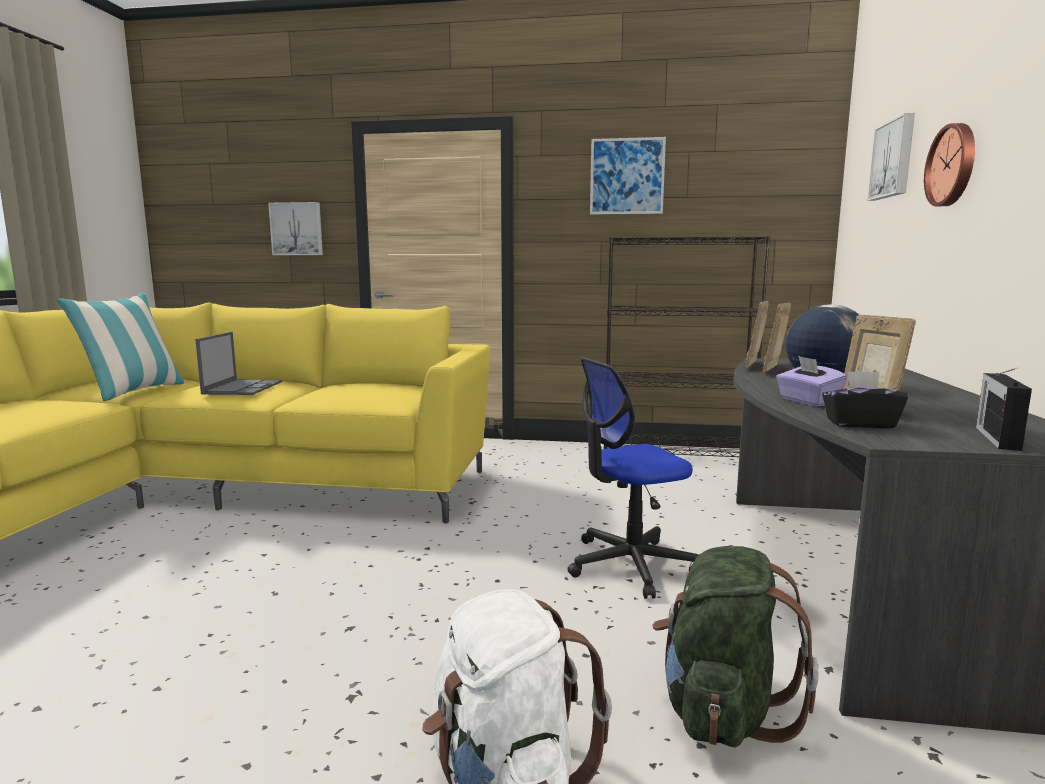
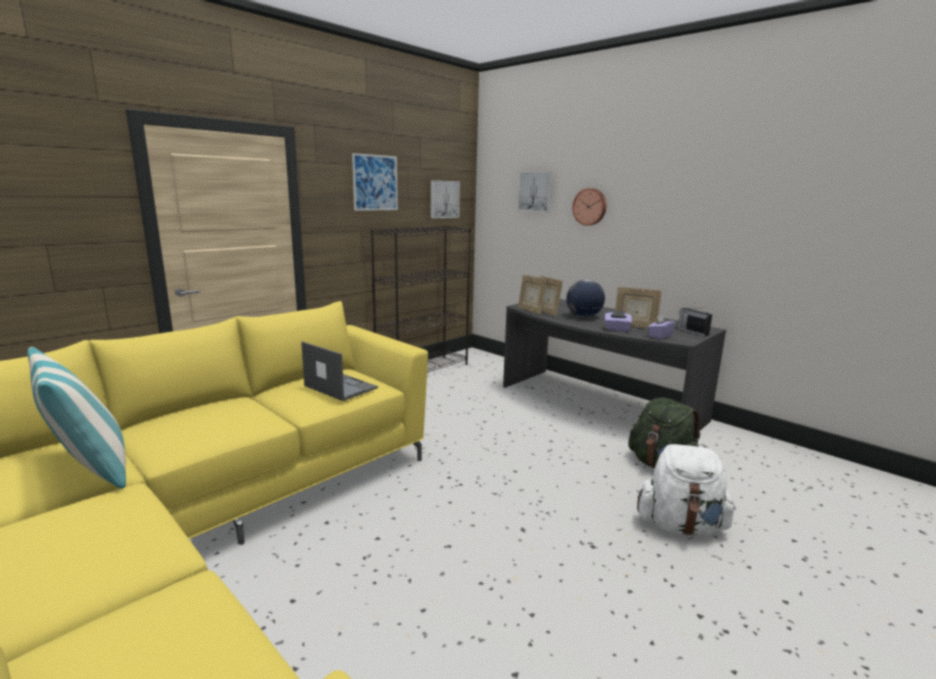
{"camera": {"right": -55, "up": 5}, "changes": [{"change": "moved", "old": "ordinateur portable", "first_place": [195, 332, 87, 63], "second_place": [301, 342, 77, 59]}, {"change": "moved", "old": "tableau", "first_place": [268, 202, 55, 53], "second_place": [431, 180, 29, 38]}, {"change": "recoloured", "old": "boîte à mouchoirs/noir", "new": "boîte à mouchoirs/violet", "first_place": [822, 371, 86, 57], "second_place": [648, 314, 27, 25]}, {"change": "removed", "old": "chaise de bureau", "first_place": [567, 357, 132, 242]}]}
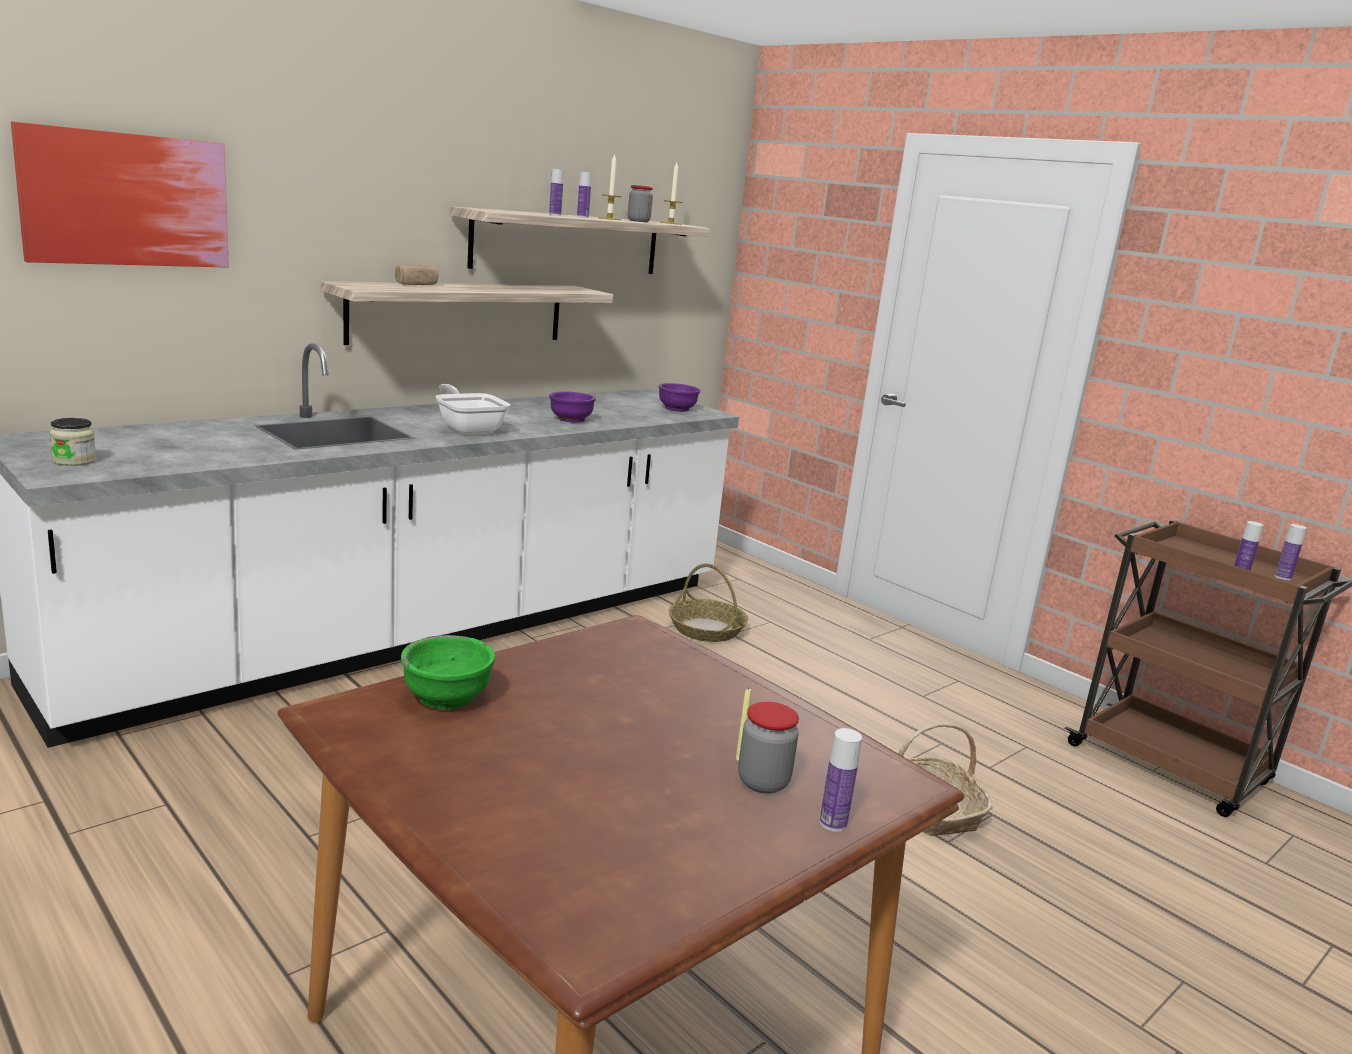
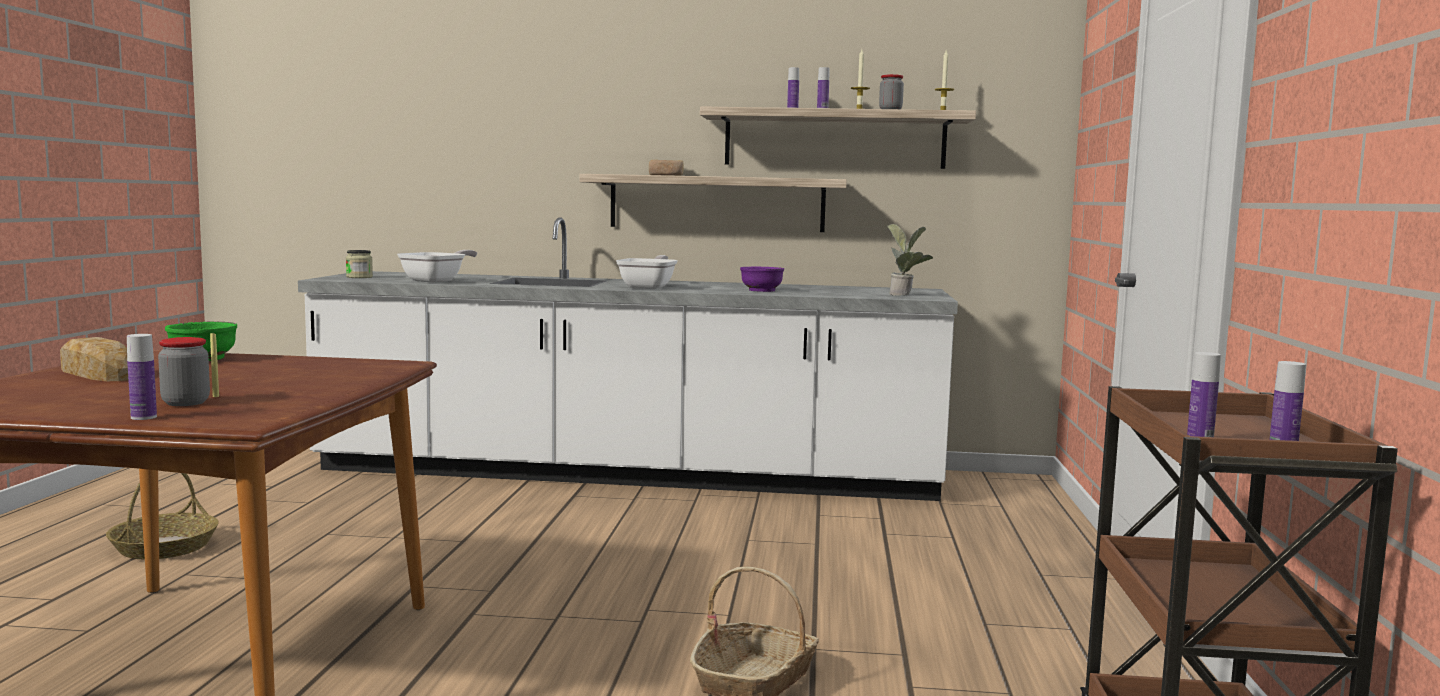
{"camera": {"right": 50, "up": -10}, "changes": [{"change": "added", "new": "pain", "second_place": [60, 337, 68, 44]}, {"change": "moved", "old": "panier", "first_place": [669, 564, 79, 78], "second_place": [106, 473, 113, 86]}, {"change": "added", "new": "poêle", "second_place": [397, 250, 80, 33]}, {"change": "replaced", "old": "bol/violet", "new": "plante en pot", "first_place": [659, 383, 41, 29], "second_place": [887, 224, 46, 72]}, {"change": "removed", "old": "tableau", "first_place": [11, 121, 218, 147]}]}
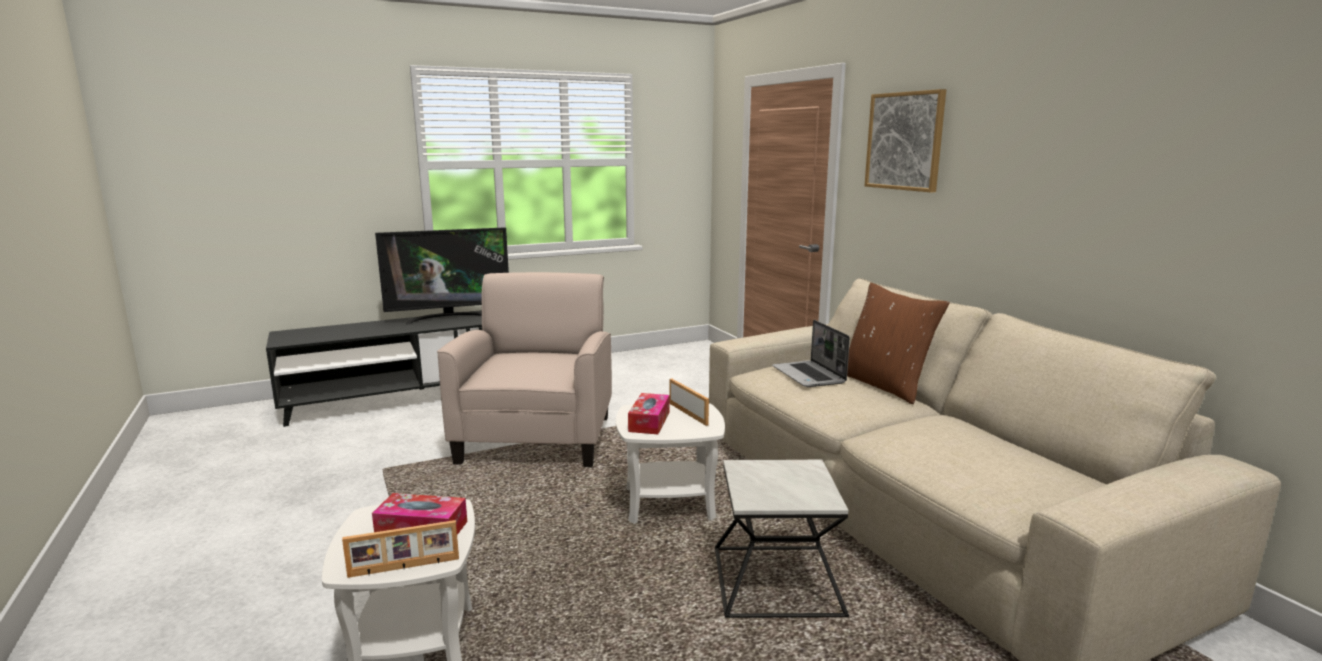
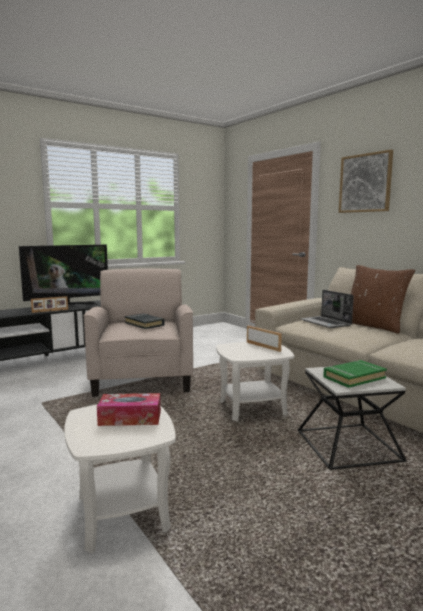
{"camera": {"right": -10, "up": -5}, "changes": [{"change": "moved", "old": "cadre photo", "first_place": [342, 520, 117, 58], "second_place": [31, 296, 37, 17]}, {"change": "added", "new": "livre/noir", "second_place": [125, 313, 40, 16]}, {"change": "added", "new": "livre/vert", "second_place": [323, 360, 64, 28]}, {"change": "removed", "old": "boîte à mouchoirs", "first_place": [628, 393, 42, 41]}]}
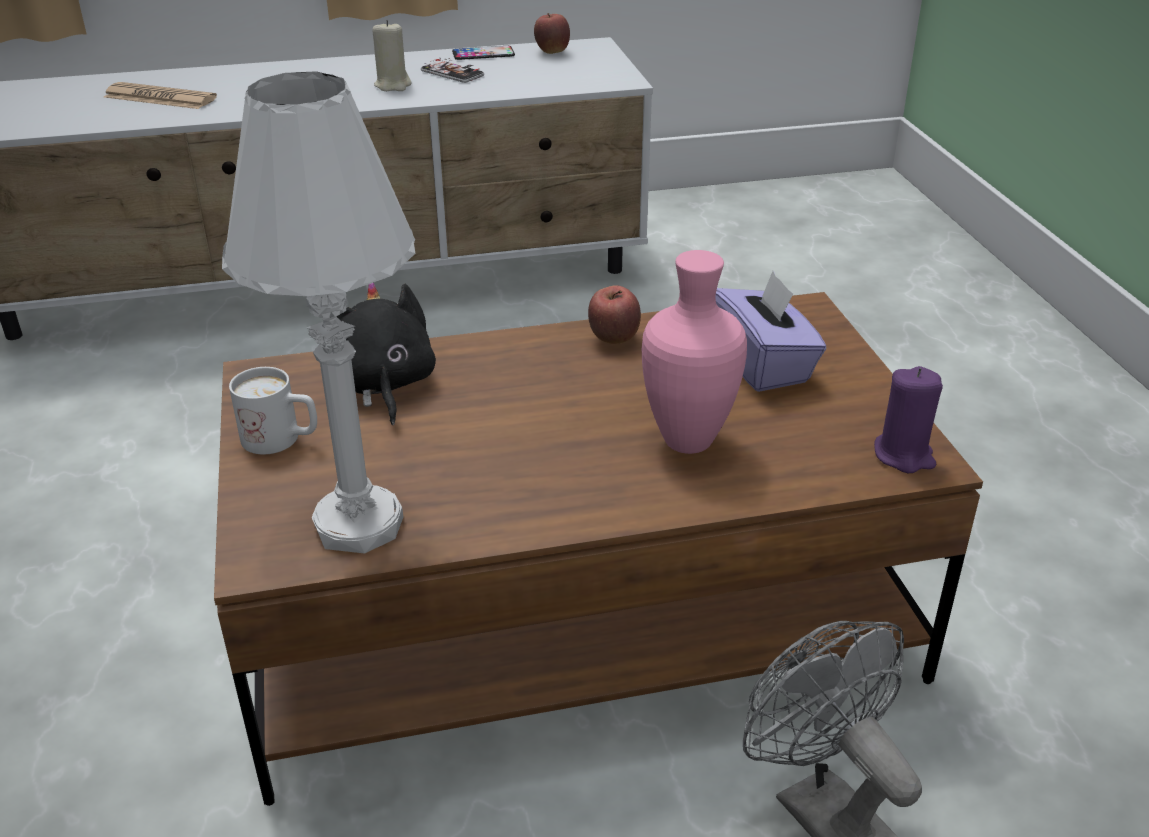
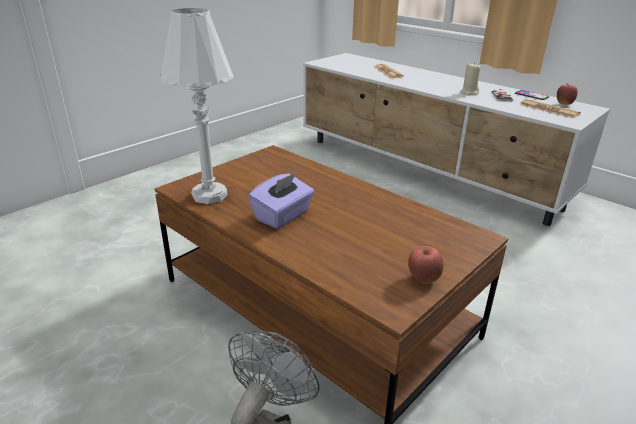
{"camera": {"right": 55, "up": -5}, "changes": [{"change": "moved", "old": "boîte à mouchoirs/violet", "first_place": [715, 271, 111, 121], "second_place": [248, 172, 66, 57]}, {"change": "moved", "old": "pomme", "first_place": [588, 285, 53, 59], "second_place": [408, 246, 35, 38]}, {"change": "added", "new": "journal", "second_place": [520, 99, 61, 19]}, {"change": "removed", "old": "mug/blanc", "first_place": [229, 367, 88, 88]}, {"change": "removed", "old": "peluche/noir", "first_place": [337, 283, 99, 142]}, {"change": "removed", "old": "vase/rose", "first_place": [642, 250, 105, 204]}, {"change": "removed", "old": "bougie/violet", "first_place": [874, 366, 69, 107]}]}
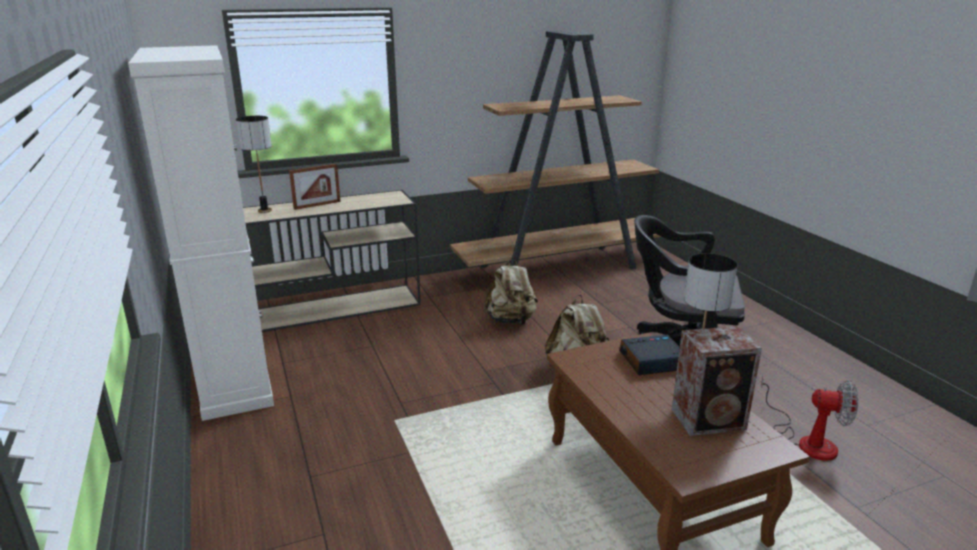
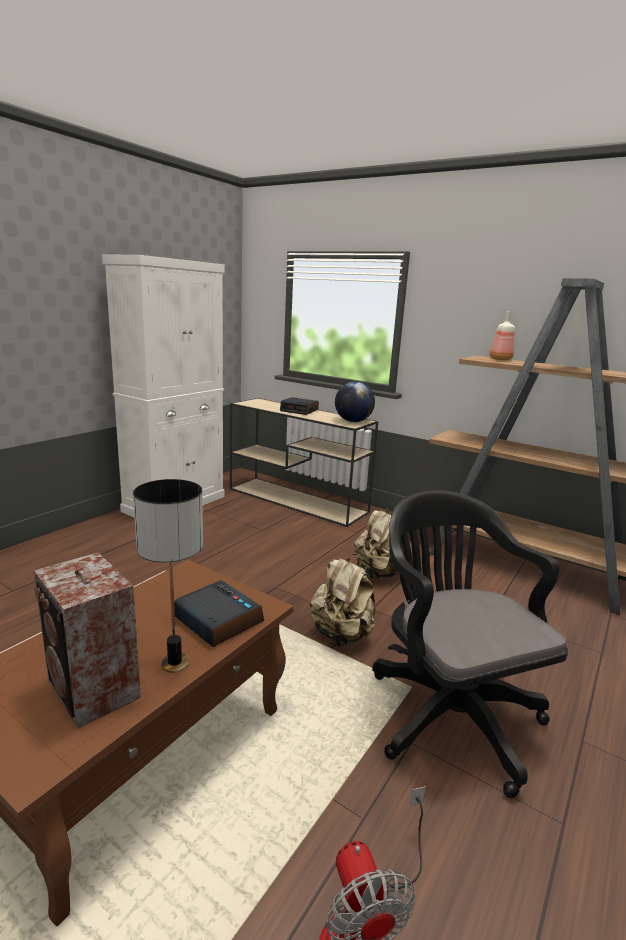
{"camera": {"right": 55, "up": -5}, "changes": [{"change": "replaced", "old": "cadre photo", "new": "réveil", "first_place": [289, 164, 52, 46], "second_place": [280, 397, 39, 18]}, {"change": "added", "new": "globe", "second_place": [335, 382, 40, 40]}, {"change": "added", "new": "bouteille", "second_place": [490, 311, 25, 49]}, {"change": "removed", "old": "lampe de table", "first_place": [236, 116, 36, 97]}]}
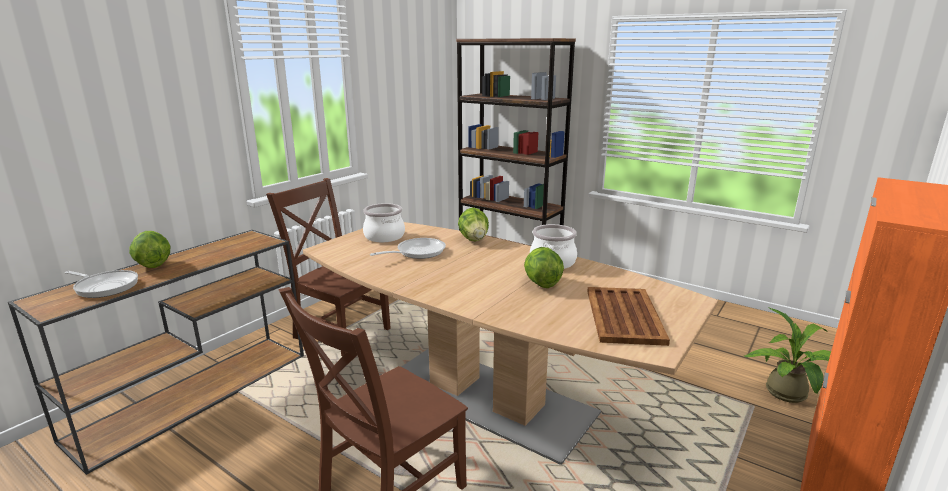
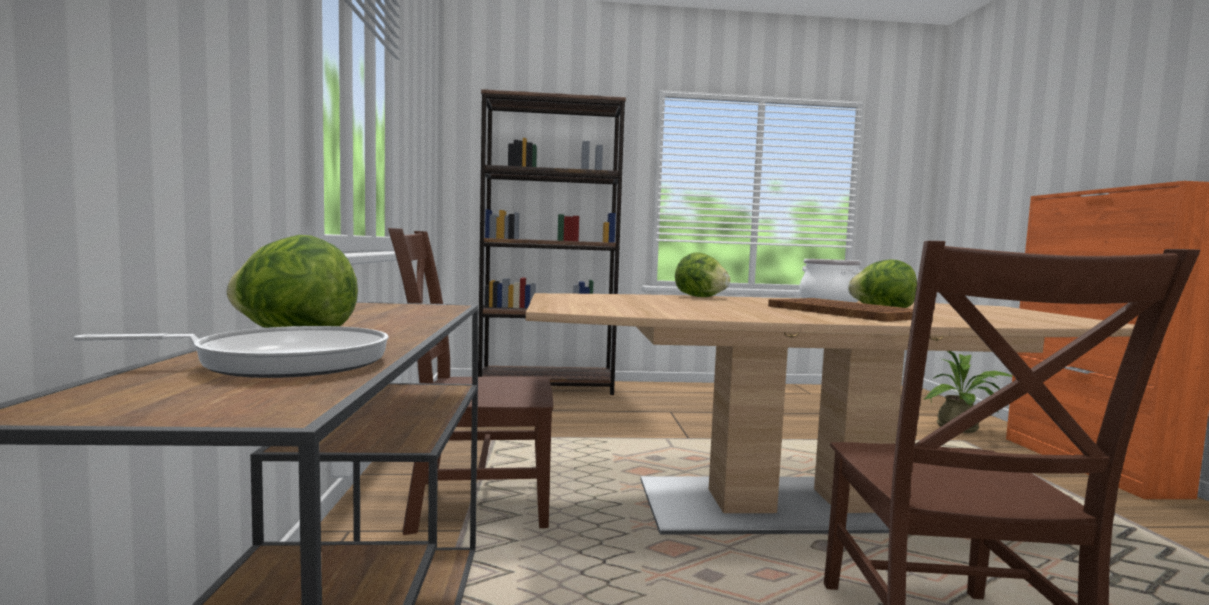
{"camera": {"right": -40, "up": -15}, "changes": [{"change": "moved", "old": "plateau/marron", "first_place": [587, 287, 83, 59], "second_place": [768, 298, 145, 24]}, {"change": "removed", "old": "marmite", "first_place": [363, 203, 42, 39]}, {"change": "removed", "old": "poêle", "first_place": [370, 238, 76, 21]}]}
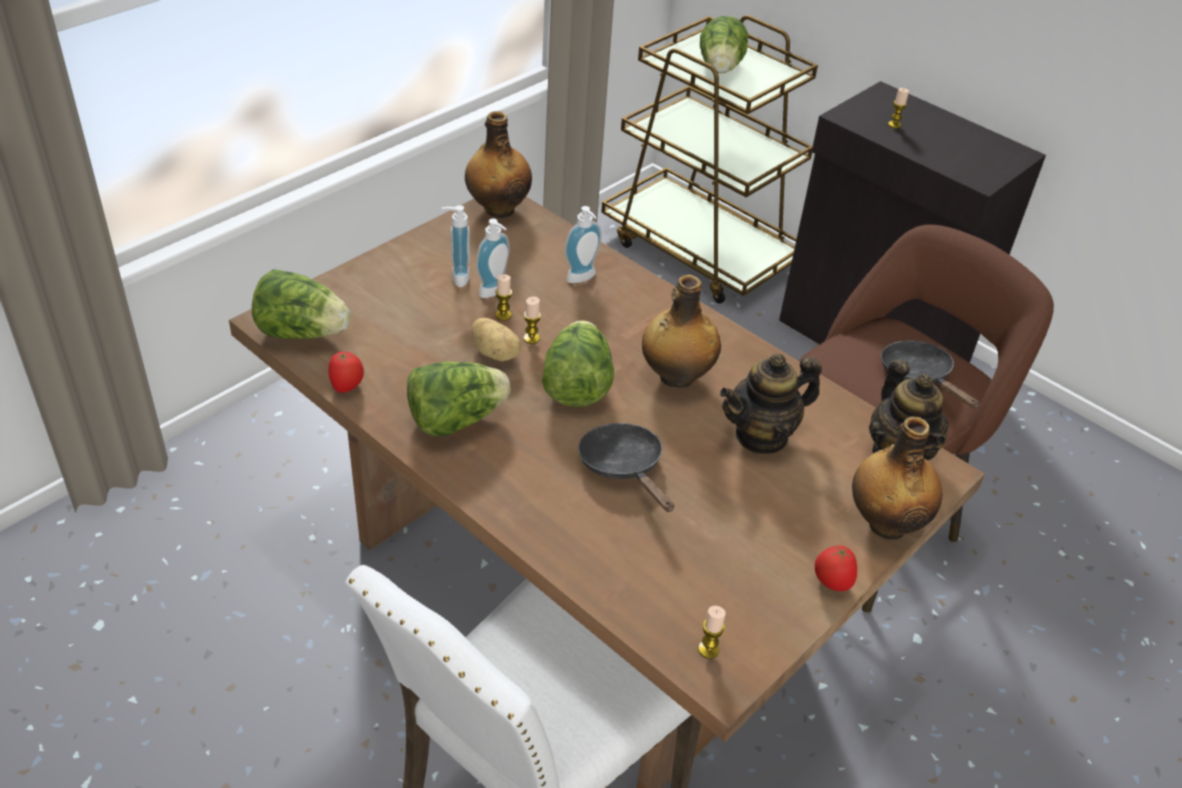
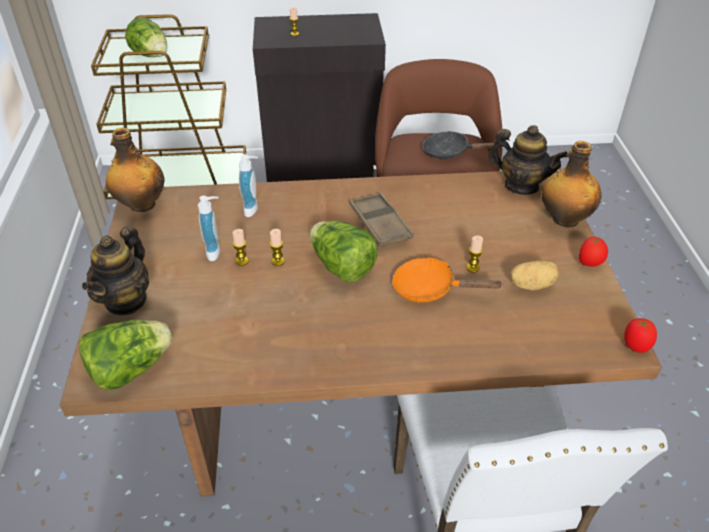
{"camera": {"right": -45, "up": 0}, "changes": [{"change": "moved", "old": "théière", "first_place": [720, 354, 102, 100], "second_place": [82, 226, 67, 89]}, {"change": "replaced", "old": "bouteille", "new": "plateau/marron", "first_place": [642, 275, 79, 113], "second_place": [349, 192, 65, 55]}, {"change": "recoloured", "old": "poêle/noir", "new": "poêle/orange", "first_place": [578, 423, 96, 89], "second_place": [392, 257, 111, 45]}, {"change": "moved", "old": "bougie", "first_place": [698, 606, 28, 53], "second_place": [466, 236, 17, 36]}, {"change": "moved", "old": "pomme de terre", "first_place": [472, 318, 50, 43], "second_place": [510, 261, 49, 29]}, {"change": "moved", "old": "tomate", "first_place": [328, 350, 36, 43], "second_place": [624, 318, 33, 35]}, {"change": "removed", "old": "laitue", "first_place": [407, 361, 104, 75]}, {"change": "removed", "old": "distributeur de savon", "first_place": [441, 205, 29, 82]}]}
